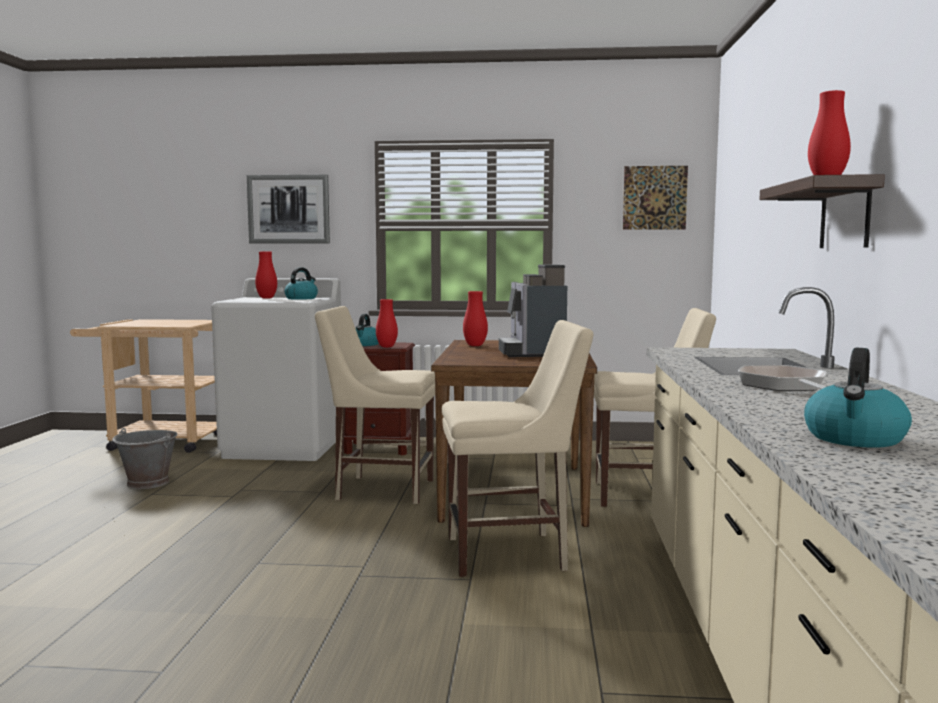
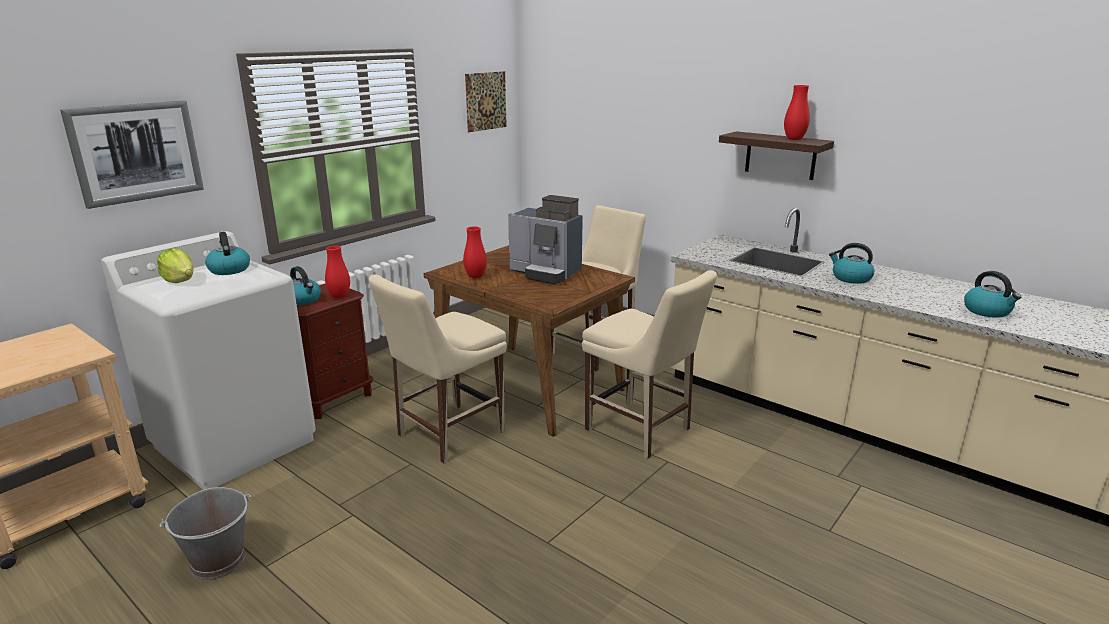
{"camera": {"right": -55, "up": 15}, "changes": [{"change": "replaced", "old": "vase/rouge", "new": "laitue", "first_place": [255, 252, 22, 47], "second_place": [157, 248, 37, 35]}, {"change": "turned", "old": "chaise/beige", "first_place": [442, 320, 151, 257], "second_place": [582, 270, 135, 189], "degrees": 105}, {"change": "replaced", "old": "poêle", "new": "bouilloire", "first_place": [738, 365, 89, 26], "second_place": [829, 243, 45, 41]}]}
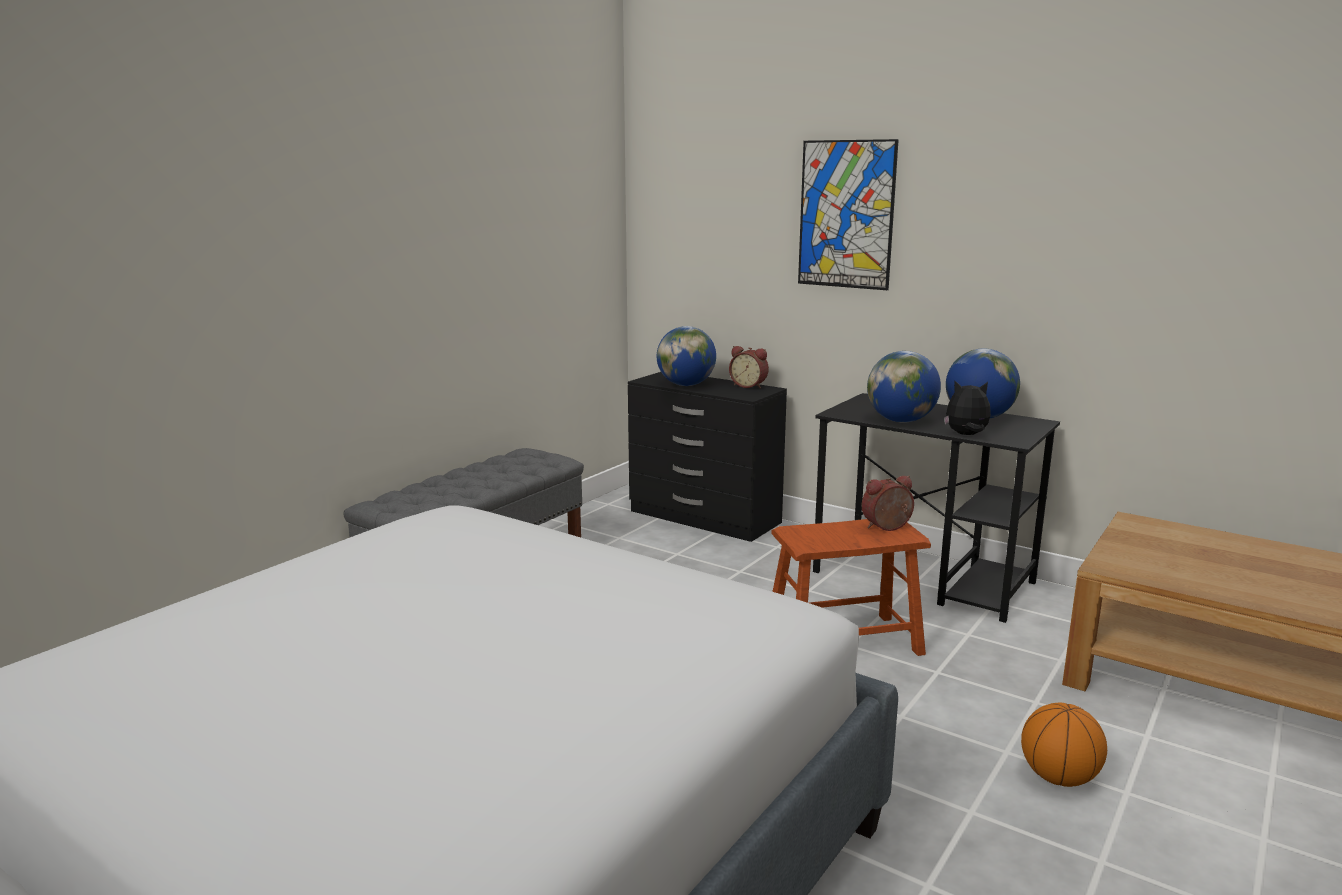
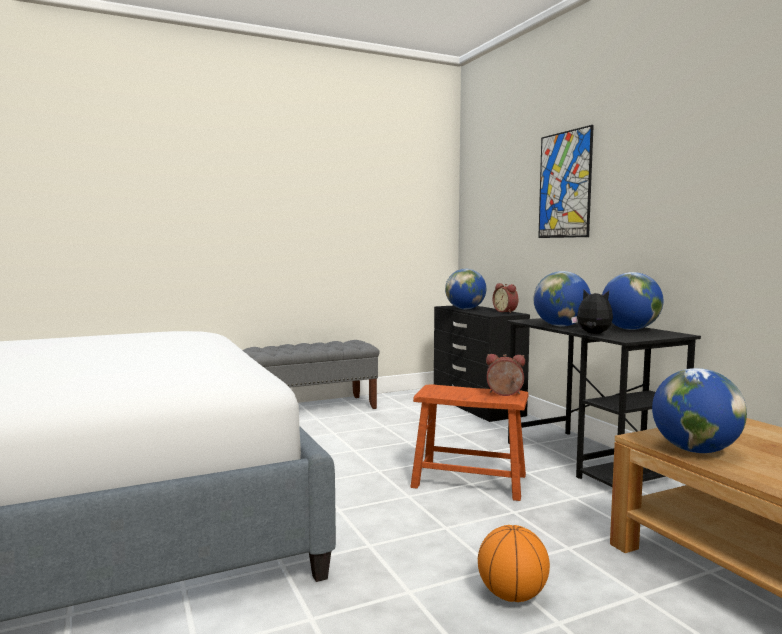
{"camera": {"right": 30, "up": -10}, "changes": [{"change": "added", "new": "globe", "second_place": [652, 368, 95, 85]}]}
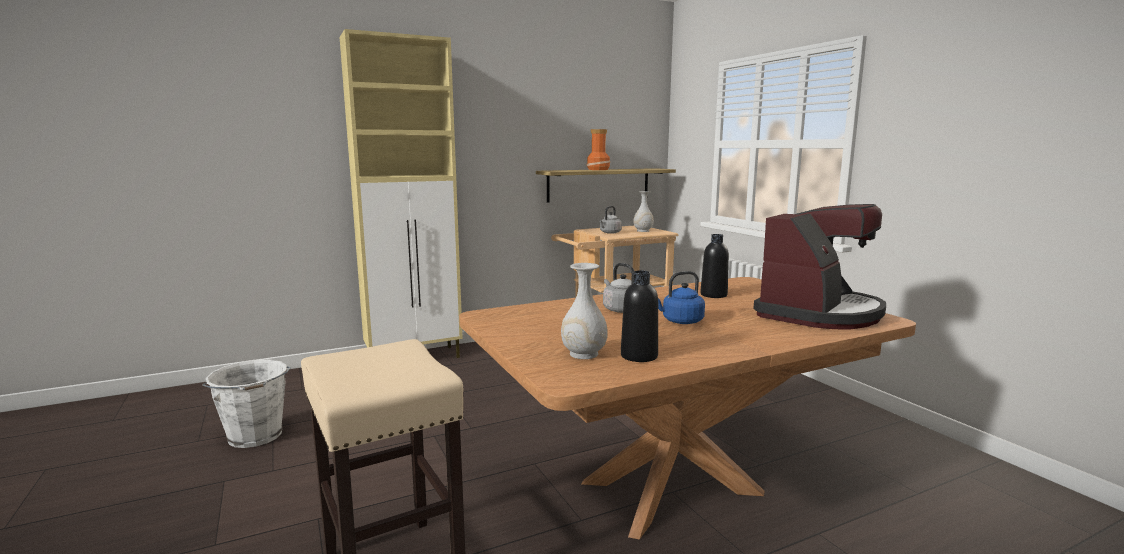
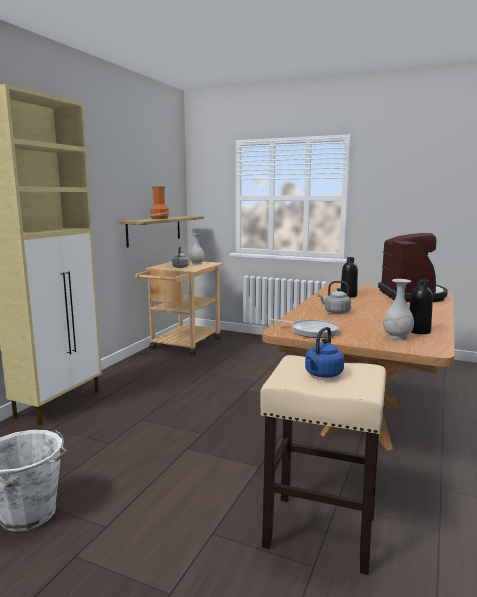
{"camera": {"right": -40, "up": 0}, "changes": [{"change": "added", "new": "poêle", "second_place": [269, 319, 70, 19]}, {"change": "moved", "old": "bouilloire/bleu", "first_place": [658, 271, 47, 53], "second_place": [305, 327, 39, 51]}]}
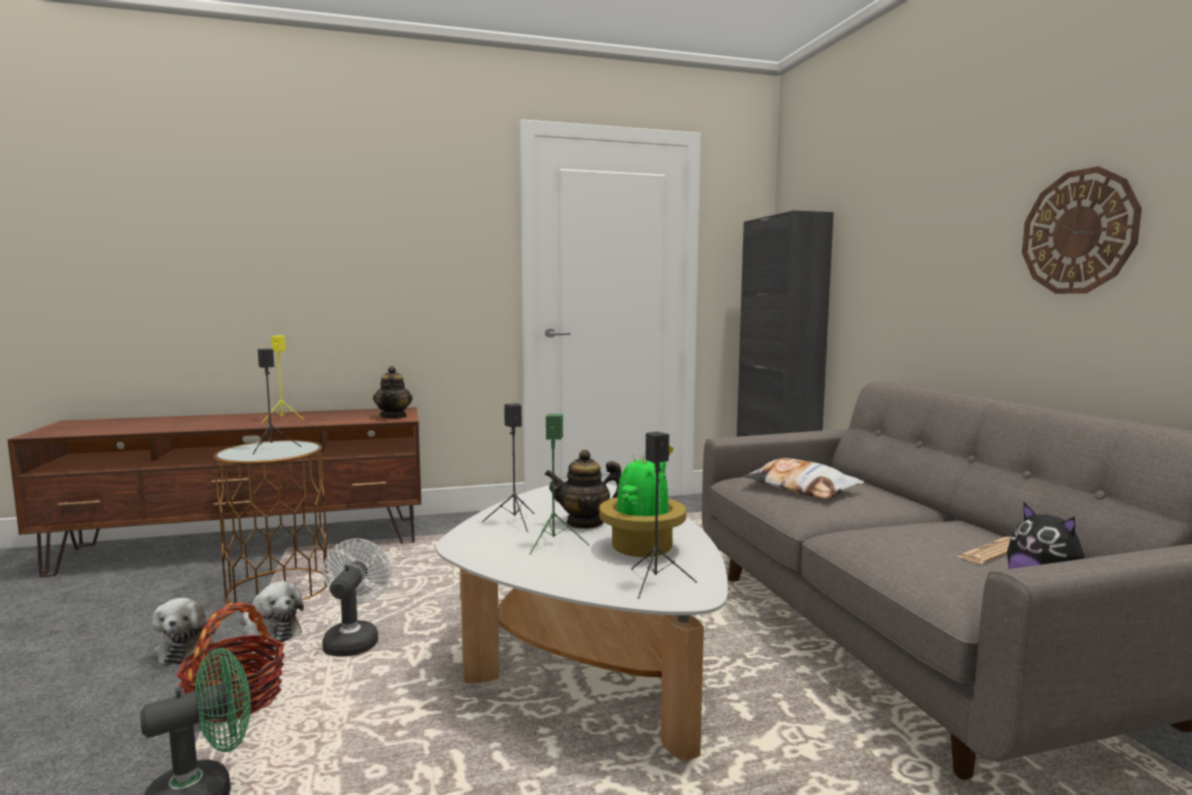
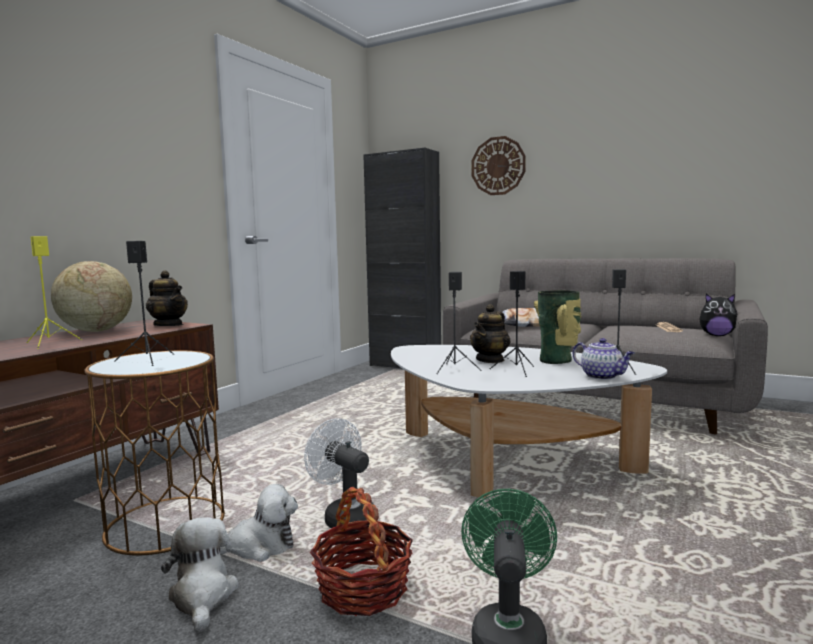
{"camera": {"right": -45, "up": 0}, "changes": [{"change": "added", "new": "globe", "second_place": [51, 261, 81, 71]}, {"change": "turned", "old": "peluche", "first_place": [152, 598, 64, 68], "second_place": [161, 517, 78, 115], "degrees": -135}, {"change": "moved", "old": "horloge murale", "first_place": [1022, 166, 120, 128], "second_place": [471, 136, 55, 59]}, {"change": "recoloured", "old": "enceinte/vert", "new": "enceinte/noir", "first_place": [529, 413, 61, 141], "second_place": [490, 271, 44, 106]}, {"change": "replaced", "old": "plante en pot", "new": "vase", "first_place": [599, 445, 87, 112], "second_place": [534, 290, 48, 74]}, {"change": "added", "new": "théière", "second_place": [573, 338, 61, 42]}]}
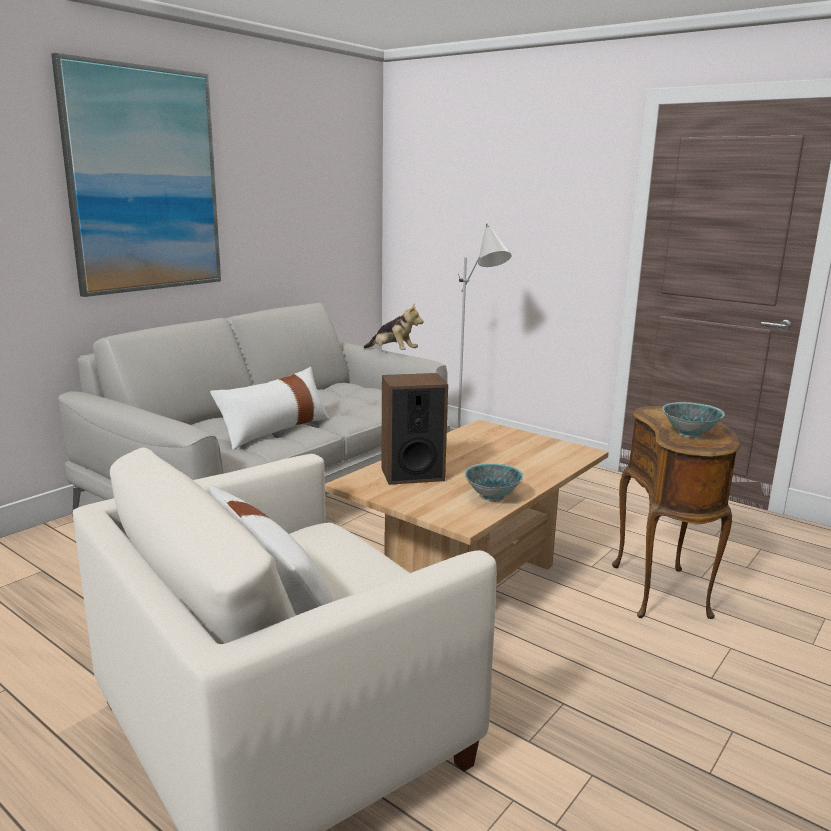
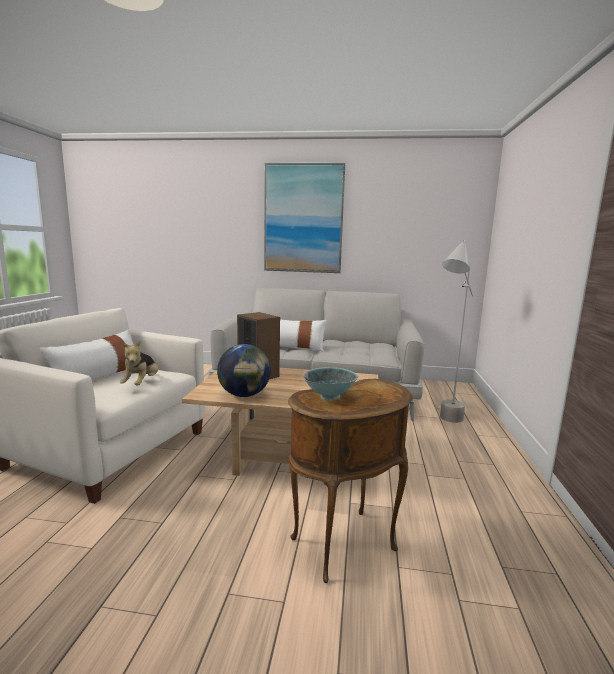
{"camera": {"right": 60, "up": -5}, "changes": [{"change": "moved", "old": "peluche", "first_place": [364, 304, 60, 46], "second_place": [120, 341, 38, 45]}, {"change": "replaced", "old": "bol", "new": "globe", "first_place": [464, 463, 60, 39], "second_place": [217, 344, 54, 53]}]}
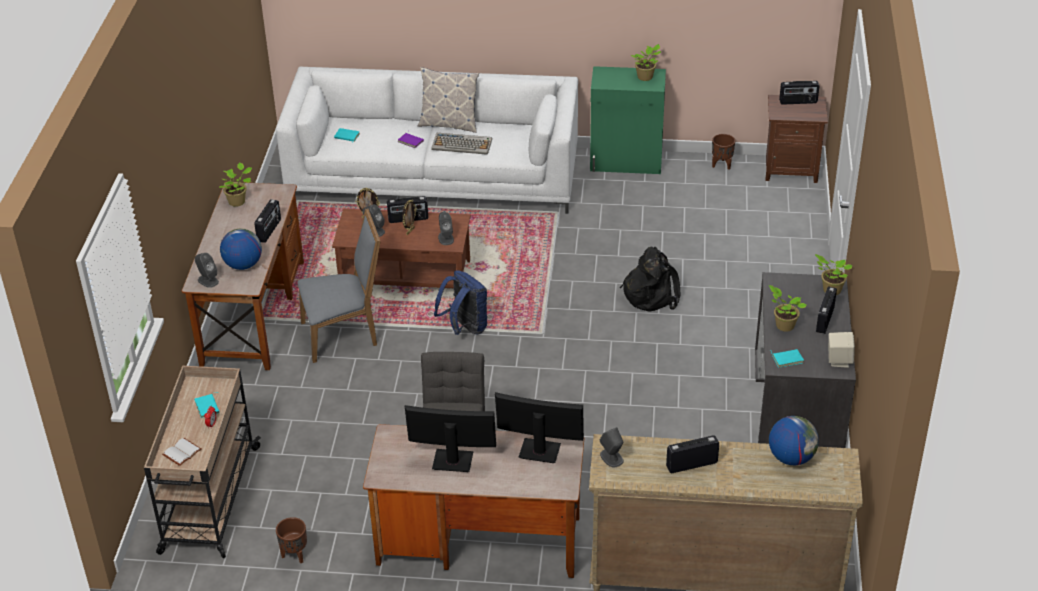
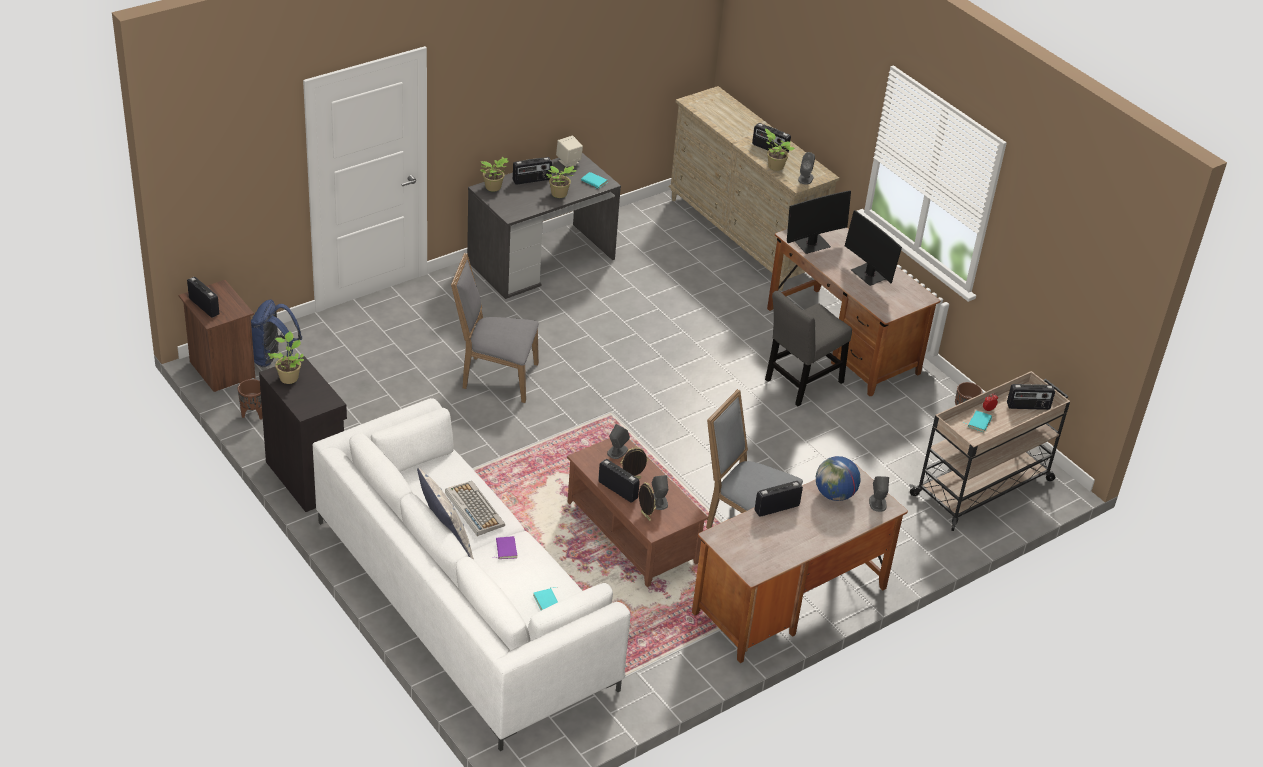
{"camera": {"right": -135, "up": 0}, "changes": [{"change": "moved", "old": "sac à dos/bleu", "first_place": [434, 270, 53, 65], "second_place": [251, 300, 51, 67]}, {"change": "recoloured", "old": "meuble de rangement/vert", "new": "meuble de rangement/noir", "first_place": [590, 66, 76, 108], "second_place": [259, 356, 88, 156]}, {"change": "replaced", "old": "sac à dos/noir", "new": "chaise/gris", "first_place": [620, 247, 60, 65], "second_place": [451, 253, 88, 150]}, {"change": "moved", "old": "plante en pot", "first_place": [219, 162, 33, 45], "second_place": [765, 128, 30, 43]}, {"change": "turned", "old": "écran d'ordinateur", "first_place": [495, 392, 89, 71], "second_place": [787, 190, 64, 64], "degrees": -90}, {"change": "replaced", "old": "livre/blanc", "new": "radio", "first_place": [162, 438, 40, 28], "second_place": [1007, 384, 48, 26]}, {"change": "removed", "old": "globe", "first_place": [769, 416, 50, 49]}]}
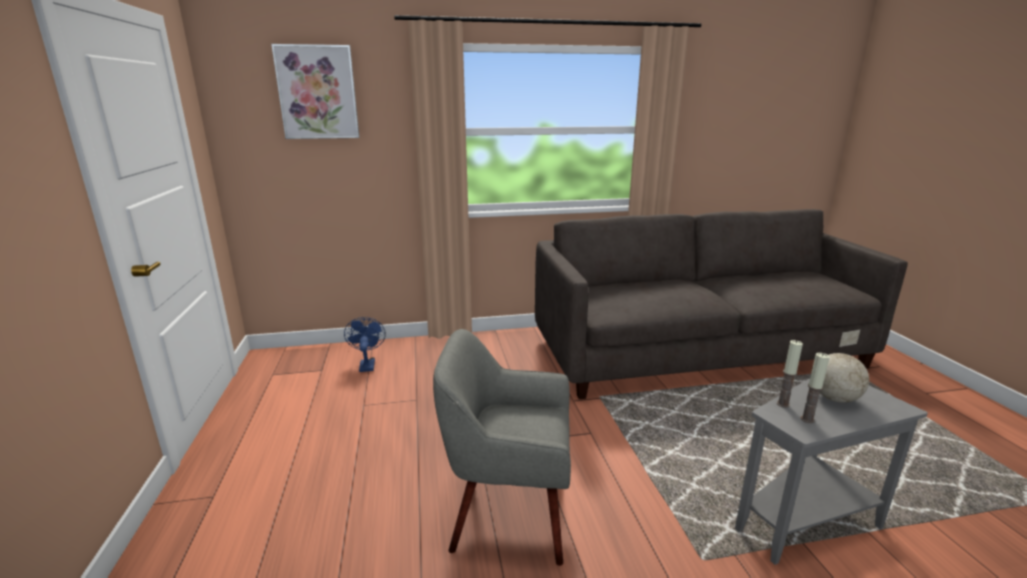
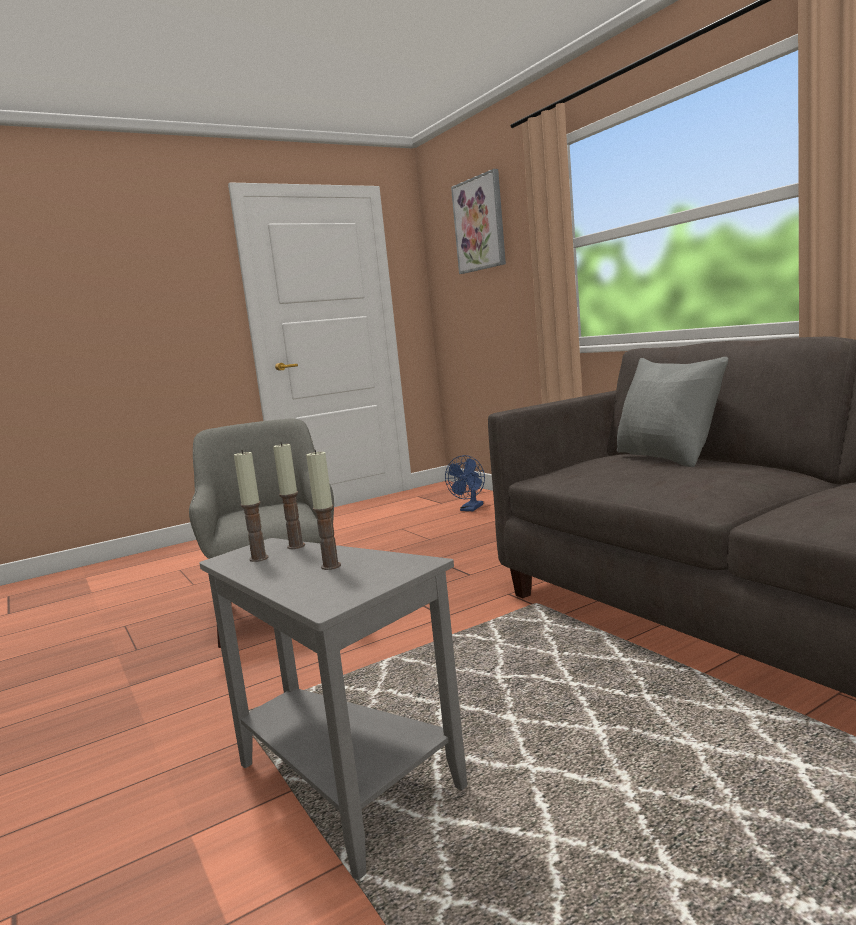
{"camera": {"right": 70, "up": -10}, "changes": [{"change": "replaced", "old": "globe", "new": "bougie", "first_place": [820, 330, 49, 73], "second_place": [306, 450, 35, 120]}, {"change": "turned", "old": "ventilateur/bleu", "first_place": [344, 317, 42, 55], "second_place": [445, 455, 40, 56], "degrees": 150}, {"change": "added", "new": "coussin/gris", "second_place": [617, 357, 112, 110]}]}
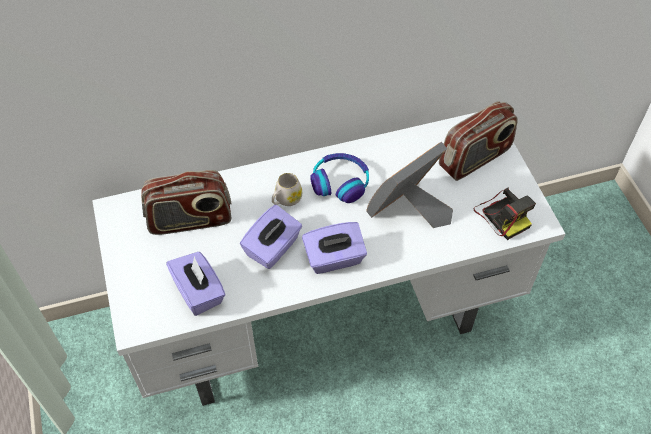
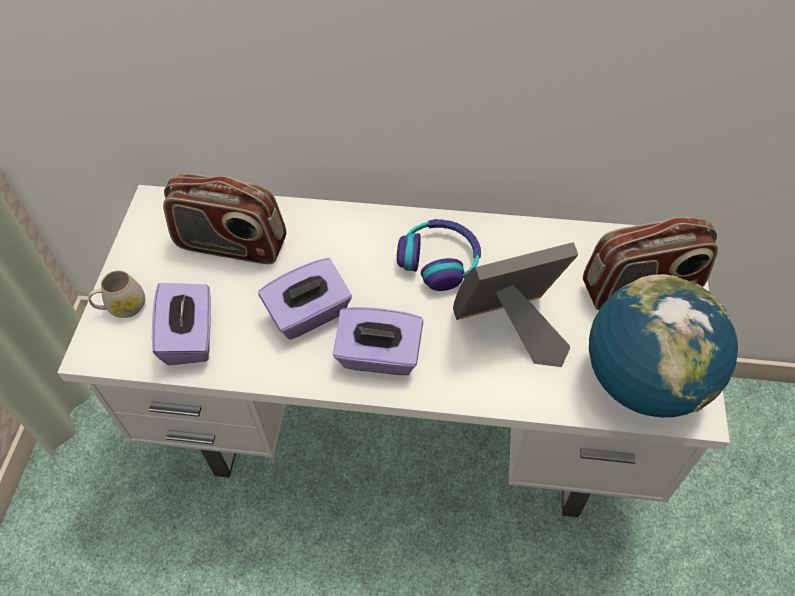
{"camera": {"right": 25, "up": 0}, "changes": [{"change": "moved", "old": "mug/blanc", "first_place": [272, 173, 30, 33], "second_place": [88, 270, 57, 48]}, {"change": "replaced", "old": "appareil photo", "new": "globe", "first_place": [474, 188, 62, 52], "second_place": [589, 274, 149, 143]}]}
